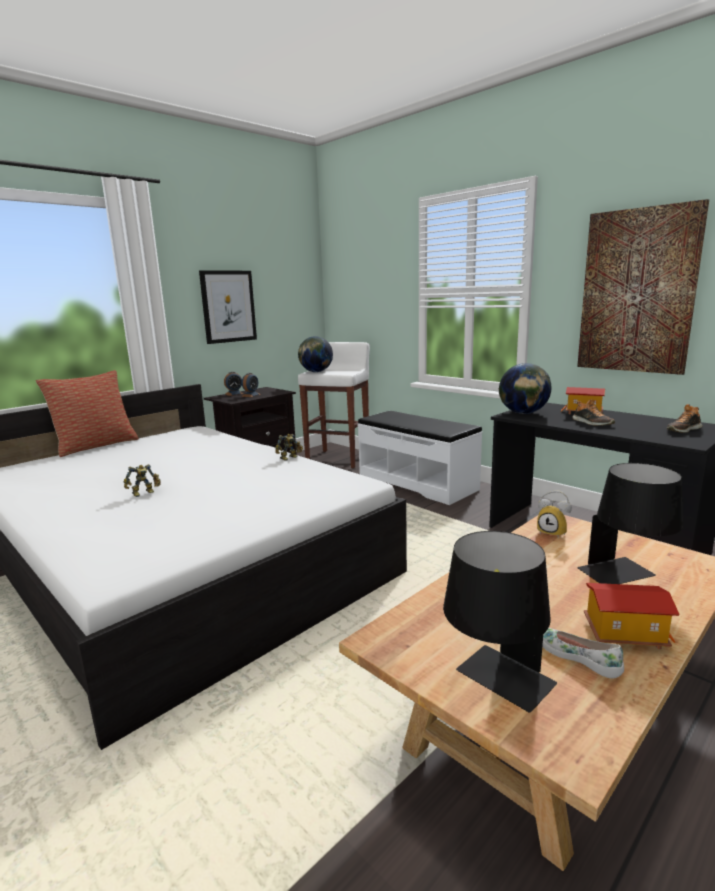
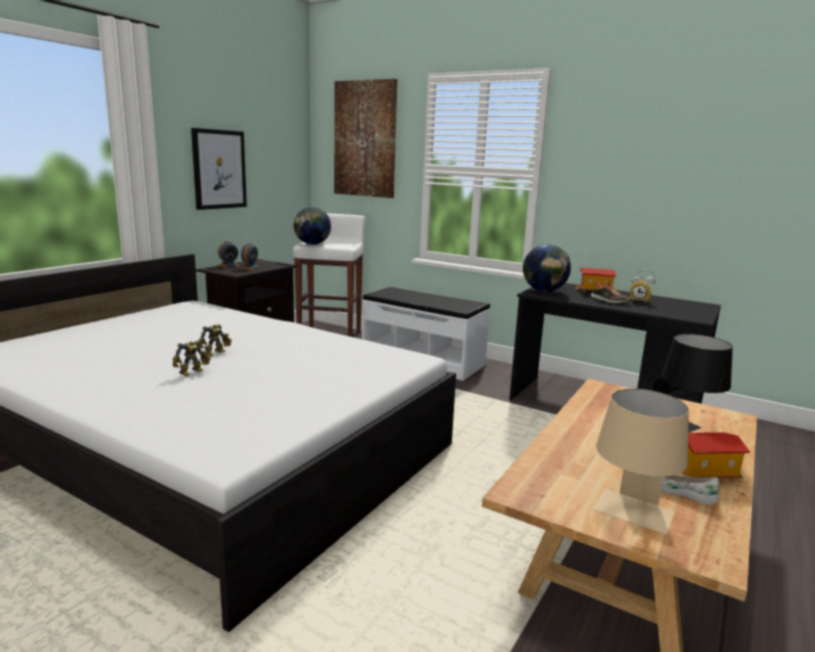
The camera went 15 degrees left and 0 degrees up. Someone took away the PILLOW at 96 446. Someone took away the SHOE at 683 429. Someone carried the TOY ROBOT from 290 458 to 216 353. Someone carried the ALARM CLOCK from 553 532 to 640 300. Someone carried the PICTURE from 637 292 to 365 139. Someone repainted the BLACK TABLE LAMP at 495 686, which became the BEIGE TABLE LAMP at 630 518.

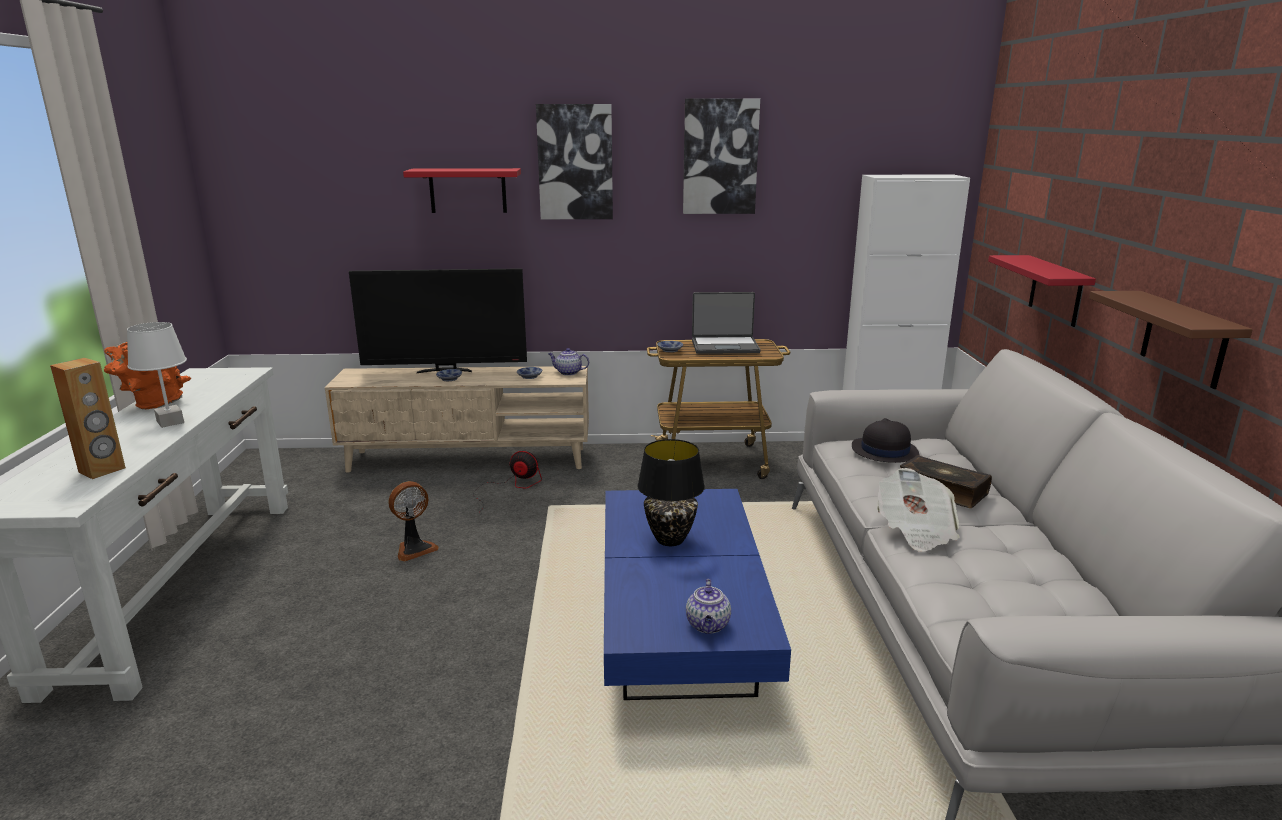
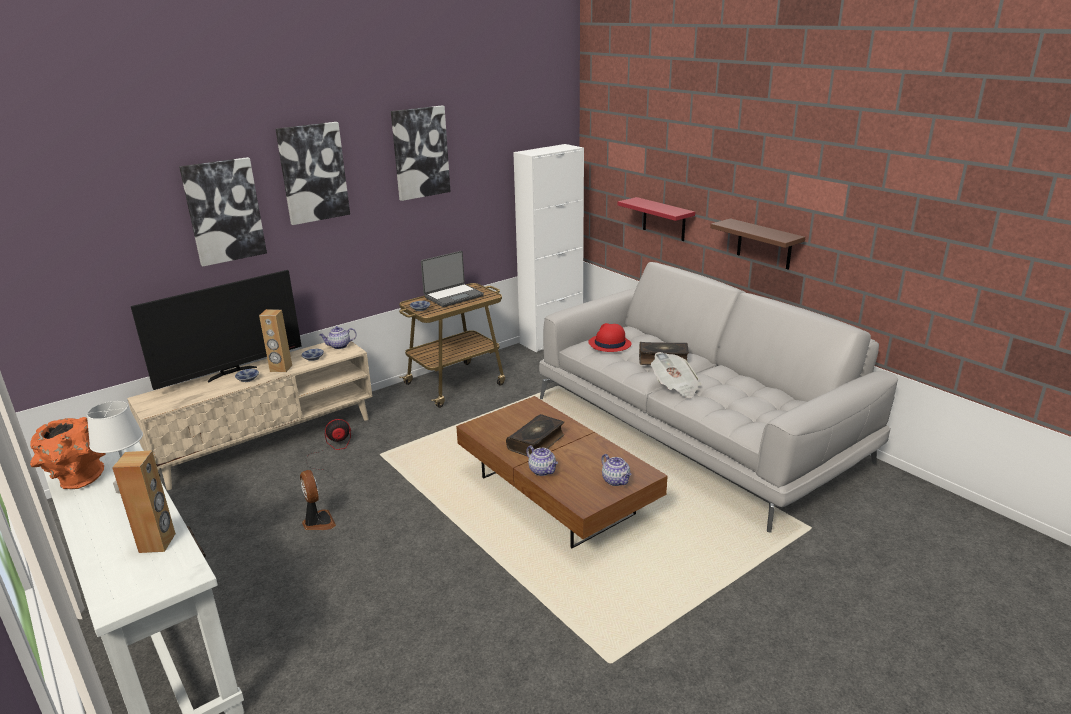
The camera went 35 degrees left and 5 degrees up. Someone put down the BROWN SPEAKER at 281 368. Someone put down the TEAPOT at 543 471. Someone swapped the RED SHELF at 468 190 for the PICTURE at 224 211. Someone swapped the BLACK TABLE LAMP at 670 540 for the BOOK at 537 442. Someone repainted the BLUE COFFEE TABLE at 682 627, which became the BROWN COFFEE TABLE at 557 495. Someone repainted the BLACK HAT at 884 451, which became the RED HAT at 609 344. Someone rotated the FAN at 414 549 by 45 degrees counterclockwise.

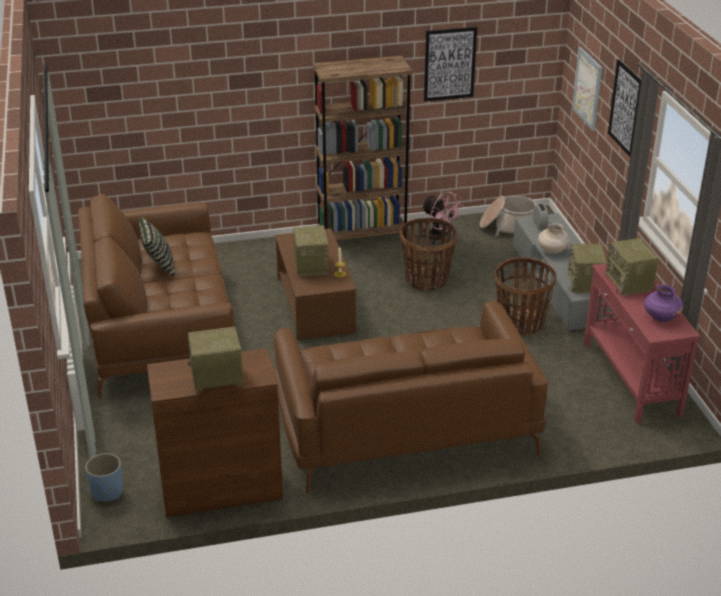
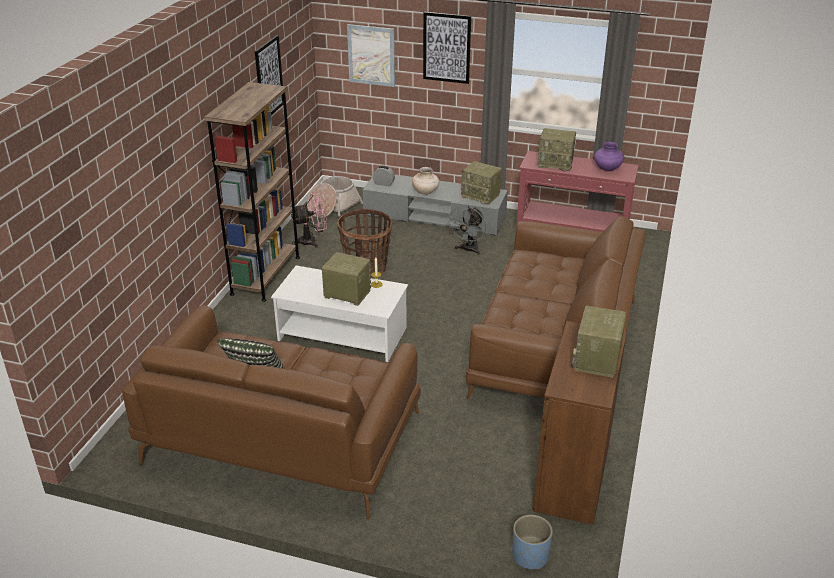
The camera went 60 degrees left and 0 degrees up. Someone swapped the BASKET at 521 323 for the GREY FAN at 467 250. Someone repainted the BROWN COFFEE TABLE at 315 304, which became the WHITE COFFEE TABLE at 341 334.

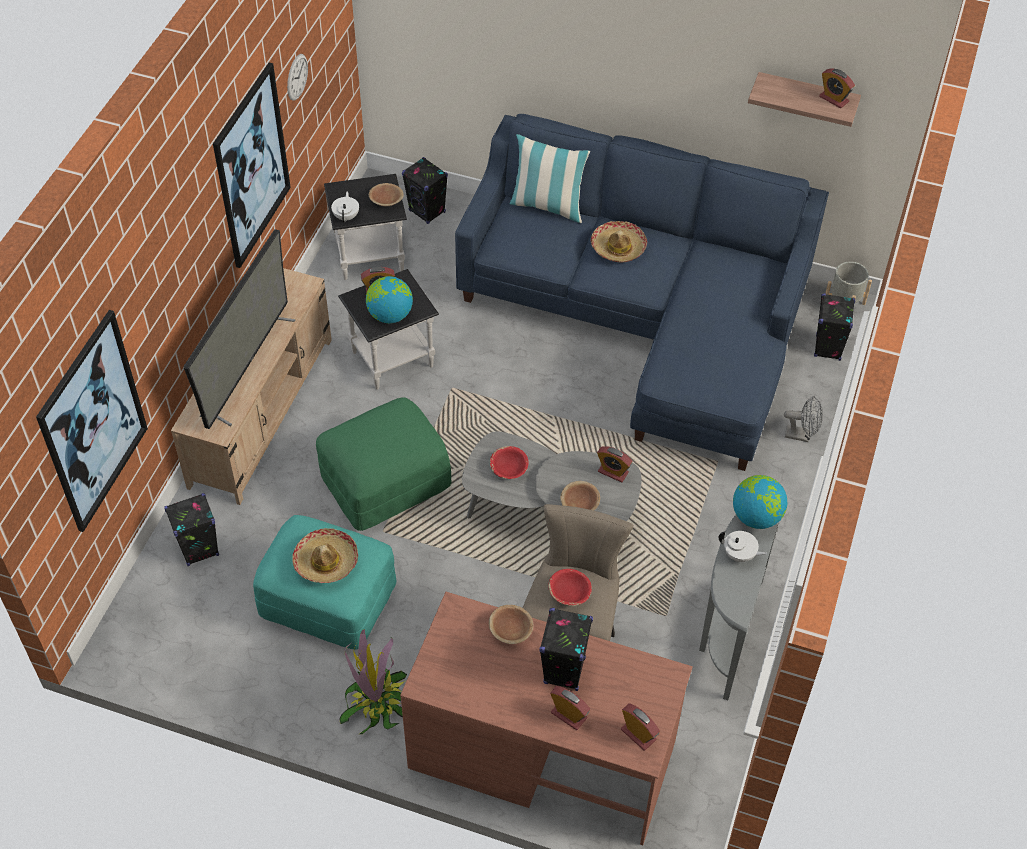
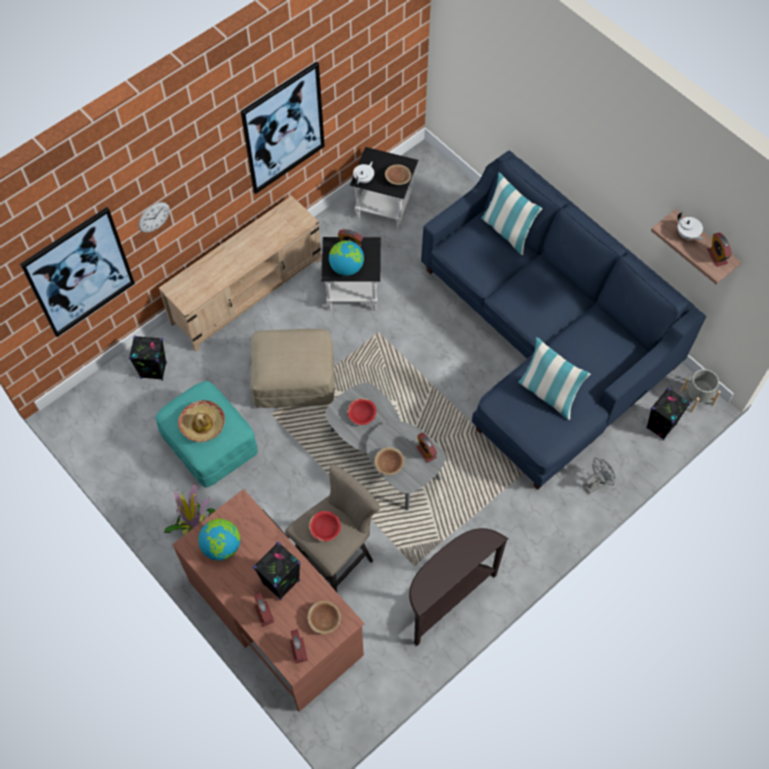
The camera went 30 degrees right and 10 degrees up. Someone took away the TELEVISION at 247 367. Someone took away the BLACK SPEAKER at 427 212. Someone took away the HAT at 618 247. Someone put down the PILLOW at 548 394. Someone carried the WALL CLOCK from 297 77 to 154 217. Someone carried the BROWN BOWL from 511 630 to 324 620. Someone carried the WHITE TEAPOT from 739 555 to 687 235. Someone carried the GLOBE from 756 517 to 222 546. Someone repainted the GREEN OTTOMAN at 385 481, which became the BEIGE OTTOMAN at 294 379. Someone repainted the GREY CONSOLE TABLE at 727 633, which became the BROWN CONSOLE TABLE at 447 599. Someone rotated the GREY FAN at 801 435 by 75 degrees counterclockwise.

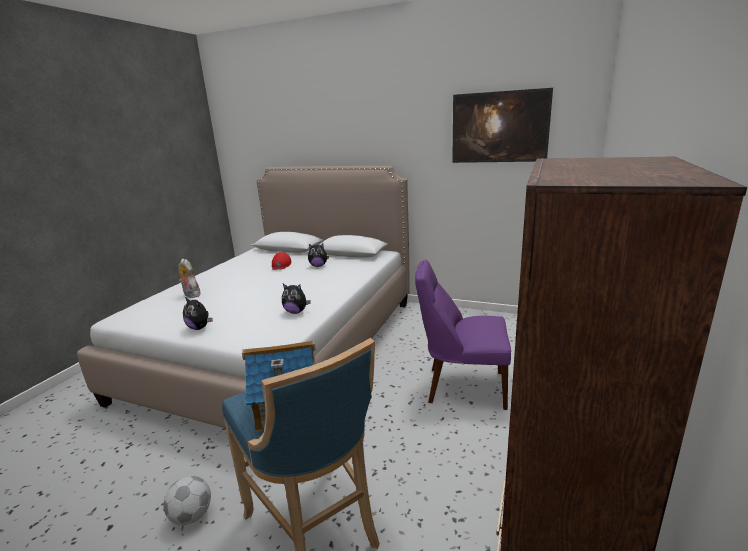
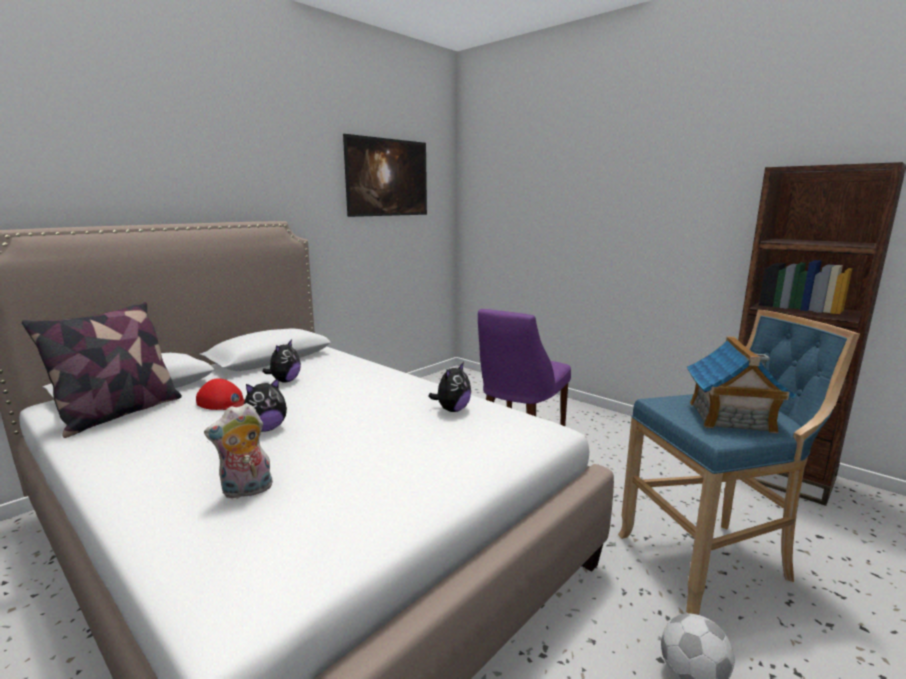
The camera went 70 degrees left and 5 degrees down. Someone put down the PILLOW at 120 413. Someone carried the PLUSH TOY from 200 328 to 266 428.

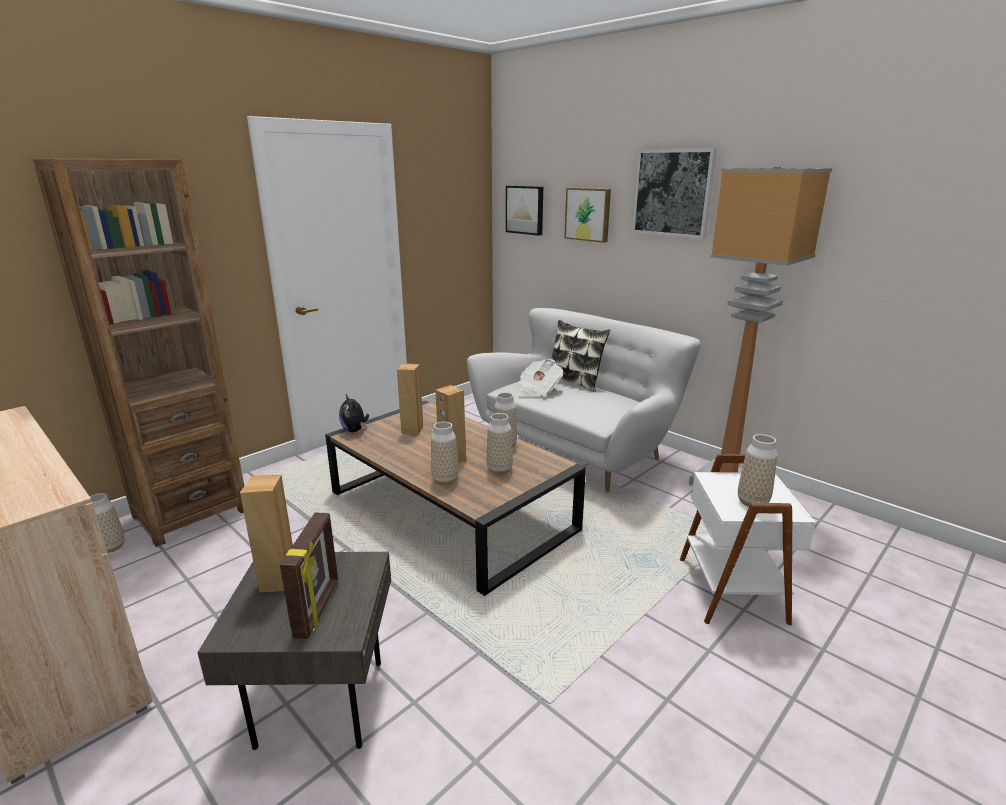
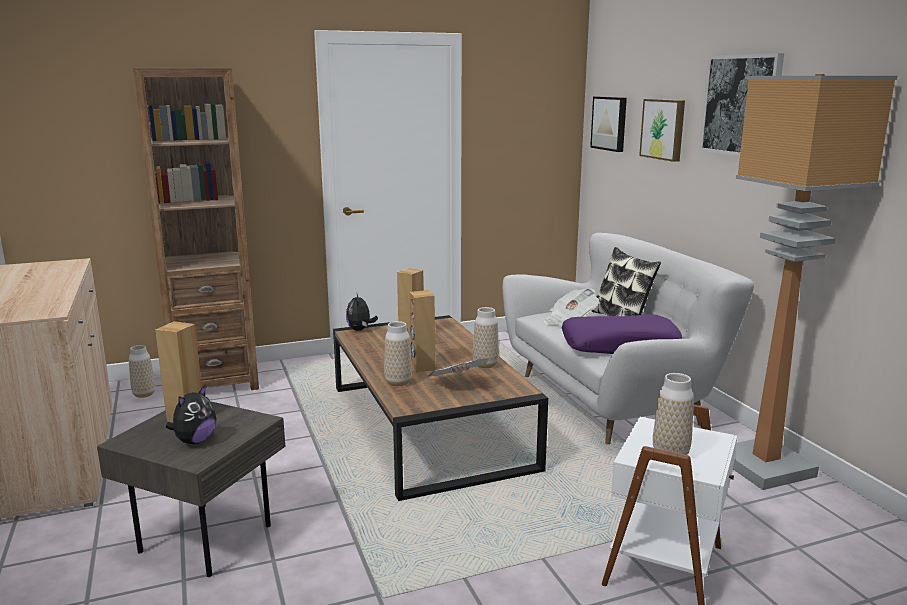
The camera went 25 degrees right and 5 degrees down. Someone put down the PURPLE PILLOW at 619 345. Someone swapped the PICTURE FRAME at 318 608 for the PLUSH TOY at 195 441. Someone swapped the VASE at 499 470 for the NEWSPAPER at 457 384.

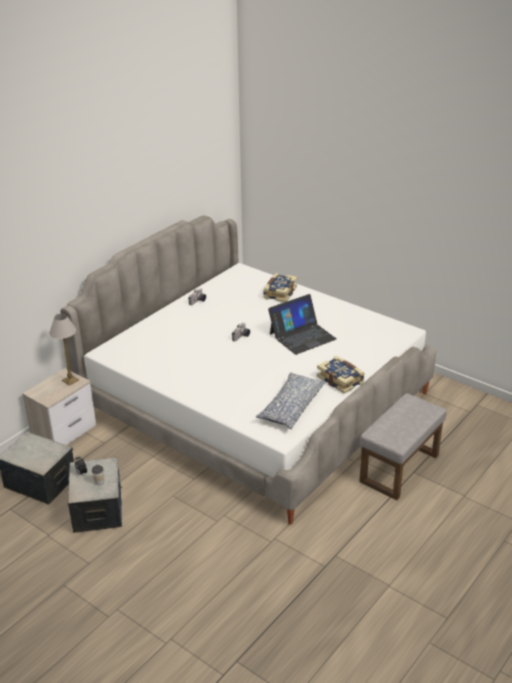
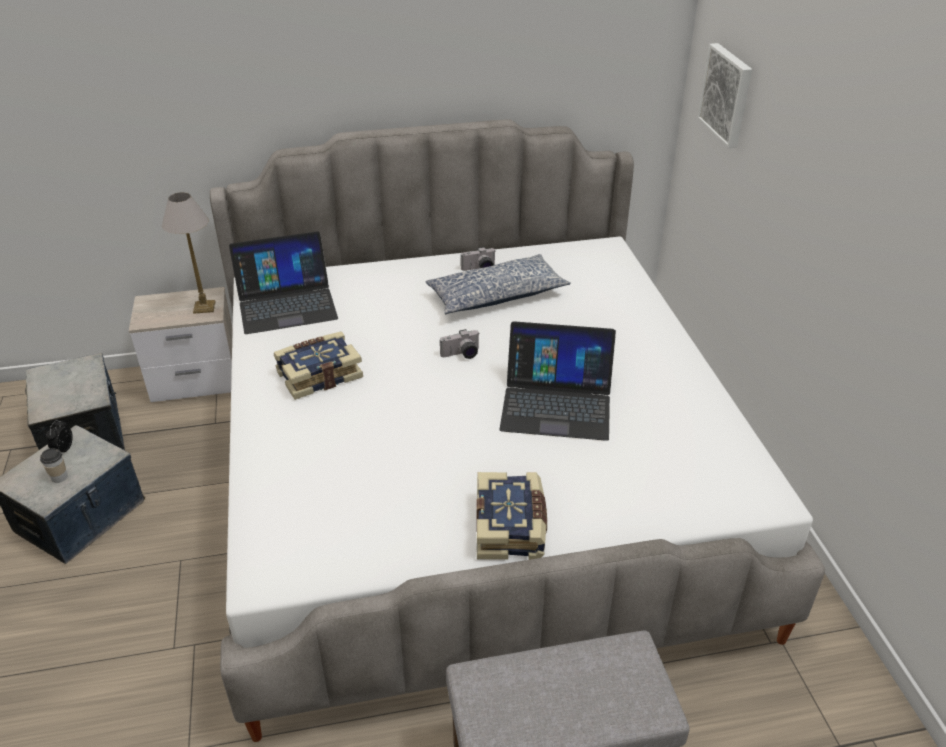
The camera went 40 degrees right and 5 degrees up. Someone put down the LAPTOP at 286 303. Someone put up the PICTURE at 727 95. Someone carried the PILLOW from 291 407 to 496 295. Someone carried the BOOK from 279 293 to 319 374.

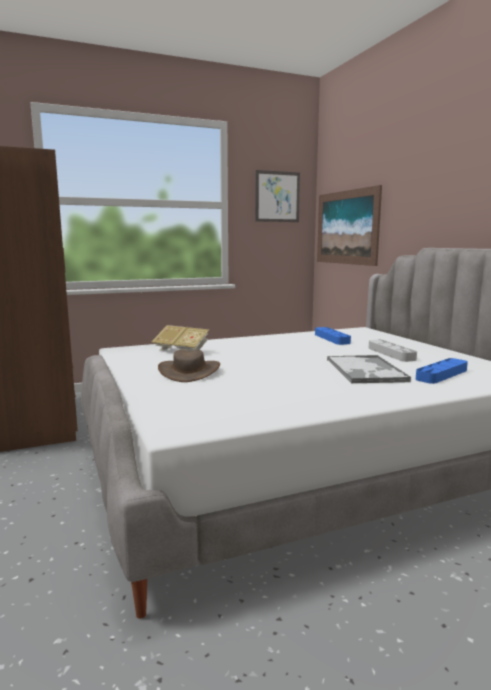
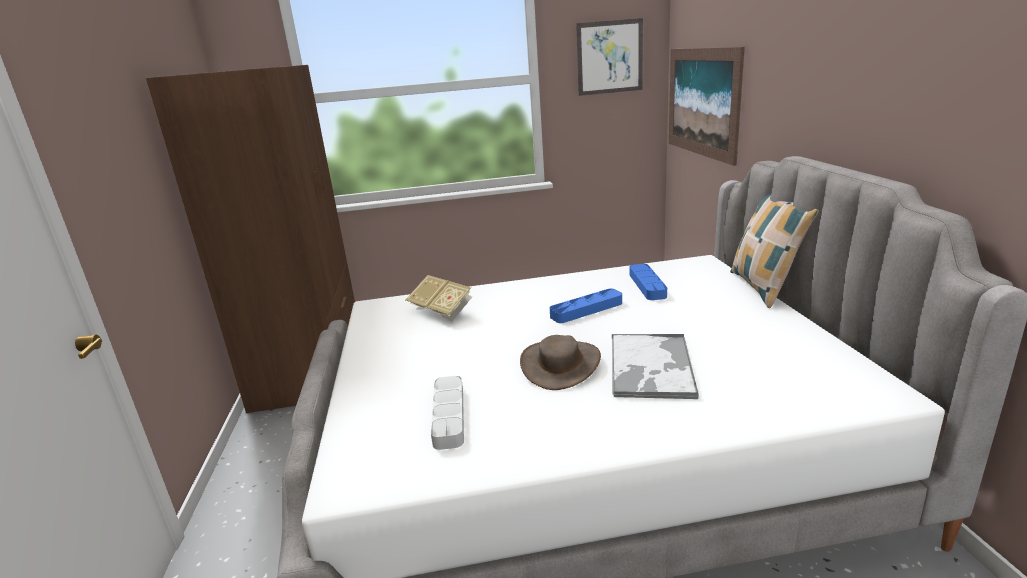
The camera went 15 degrees right and 10 degrees up. Someone put down the PILLOW at 764 288. Someone carried the BROWN HAT from 189 371 to 561 364. Someone carried the GREY TRAY from 391 353 to 449 415. Someone carried the BLUE TRAY from 441 374 to 586 310.

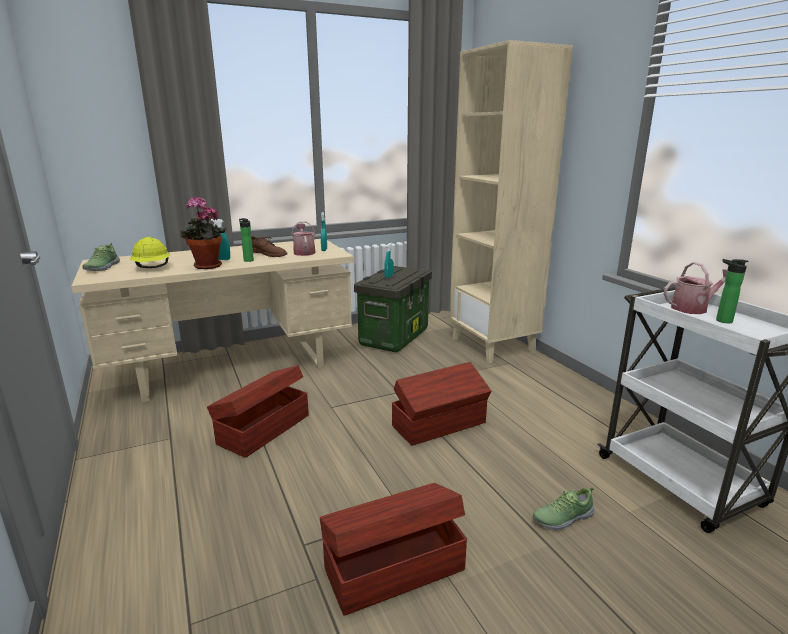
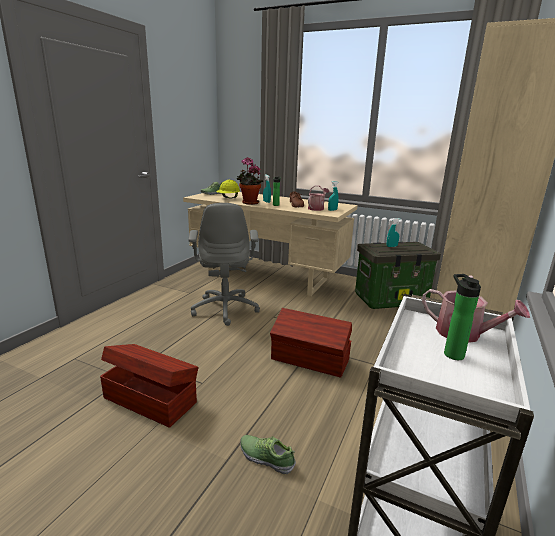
The camera went 50 degrees right and 0 degrees up. Someone swapped the BROWN STORAGE BOX at 262 429 for the GREY OFFICE CHAIR at 225 309.

